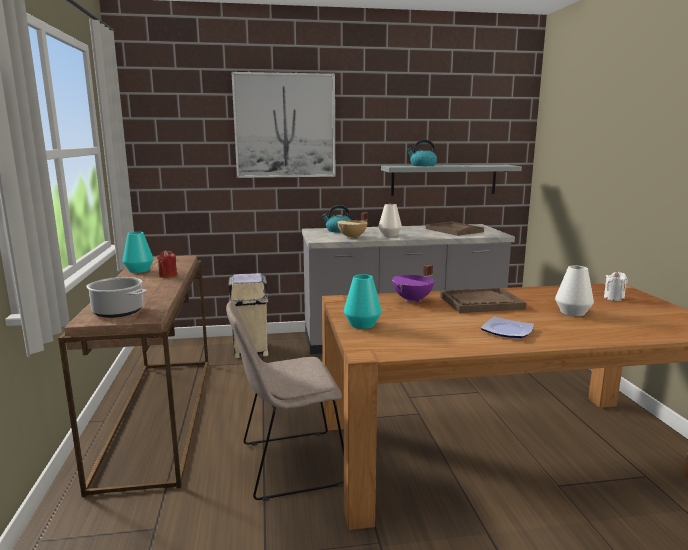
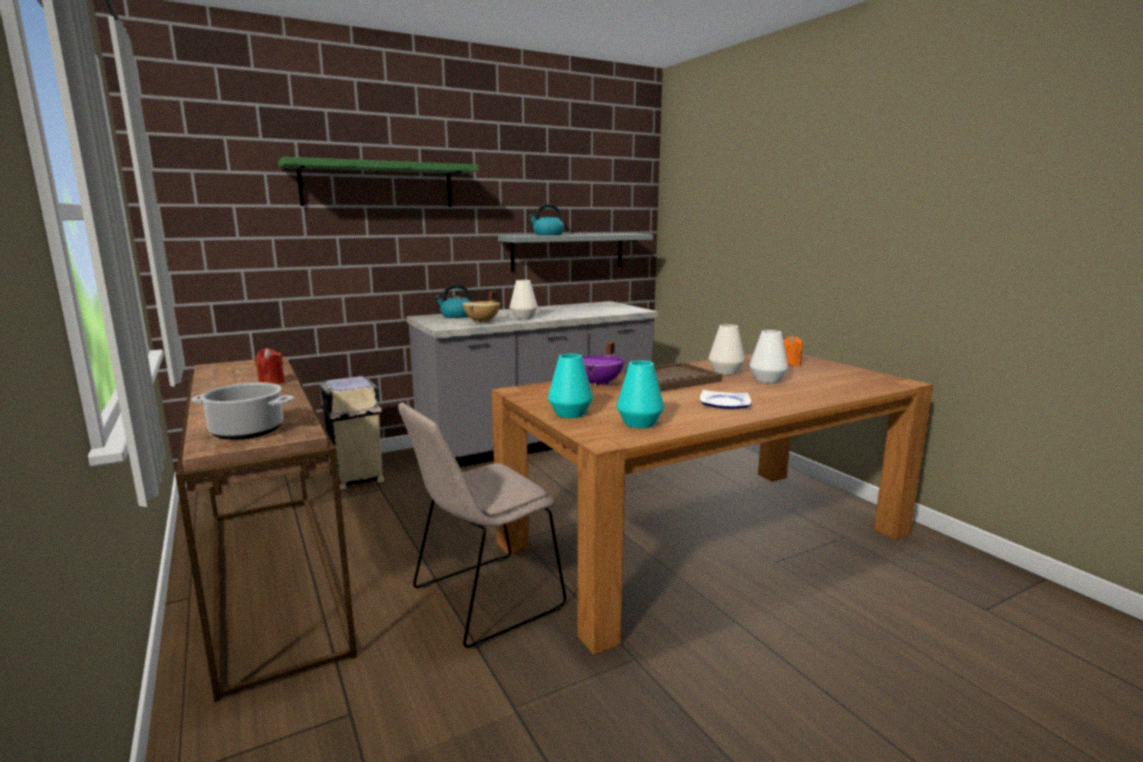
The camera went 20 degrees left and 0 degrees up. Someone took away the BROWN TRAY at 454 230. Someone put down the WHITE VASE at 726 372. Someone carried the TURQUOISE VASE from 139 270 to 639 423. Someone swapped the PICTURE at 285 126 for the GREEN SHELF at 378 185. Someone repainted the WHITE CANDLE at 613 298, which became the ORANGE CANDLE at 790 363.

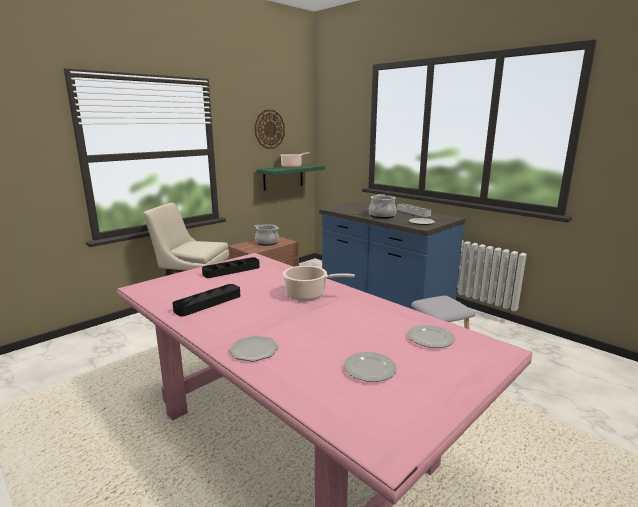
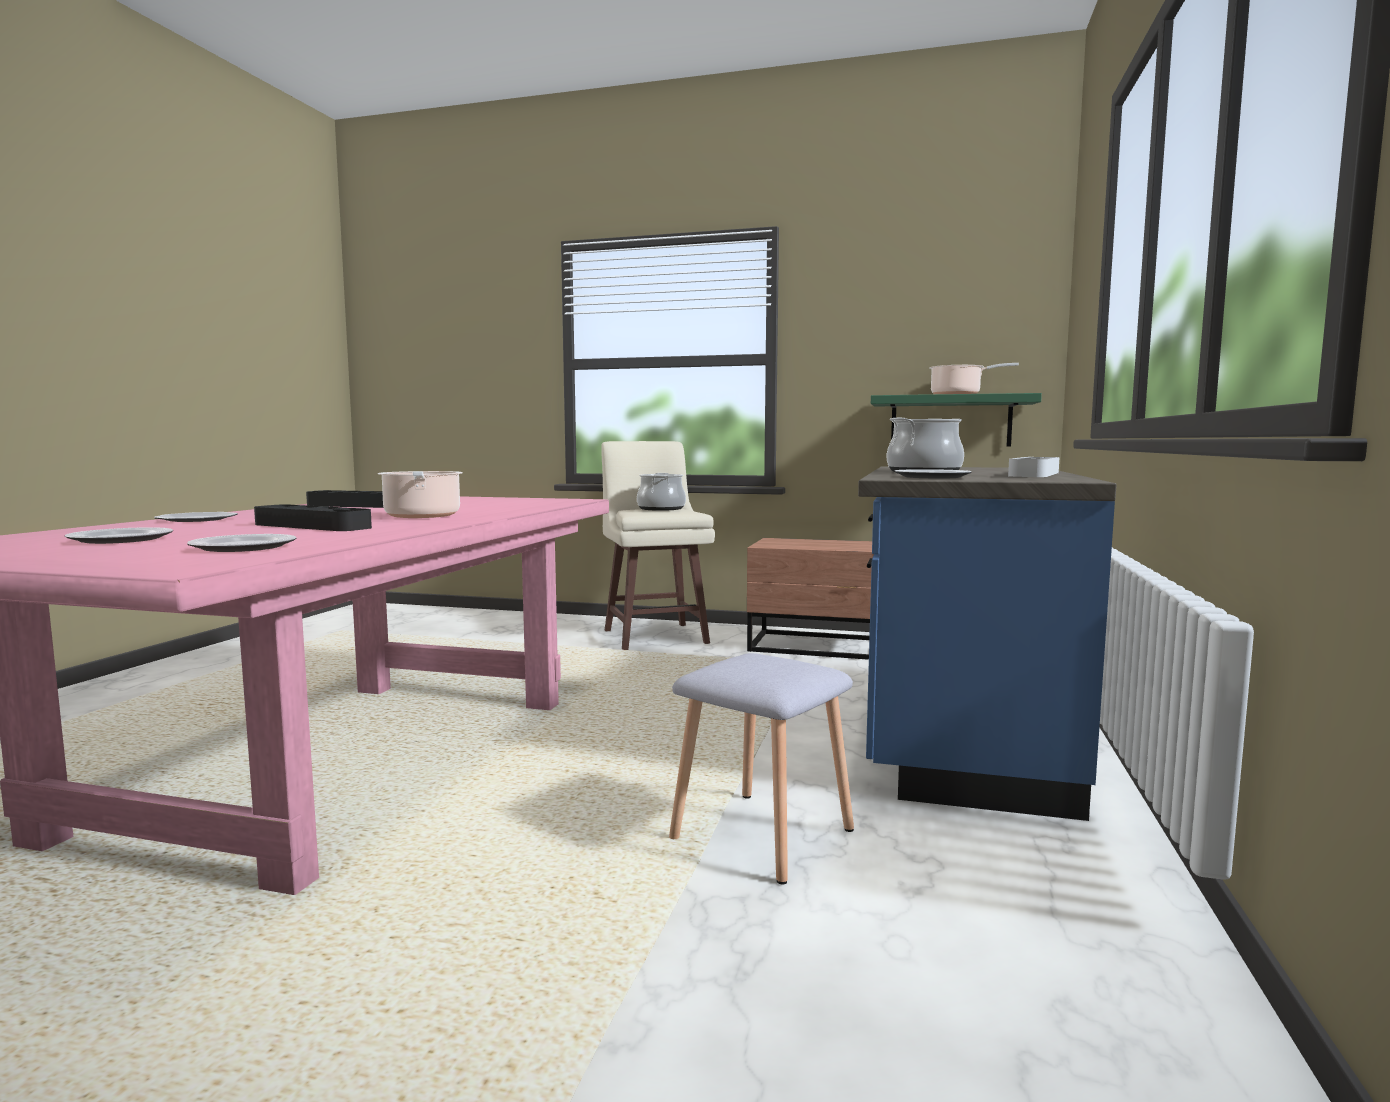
The camera went 60 degrees right and 10 degrees down. Someone took away the WALL CLOCK at 269 129. Someone carried the BLACK TRAY from 231 270 to 312 526. Someone carried the COOKING POT from 267 243 to 661 508.

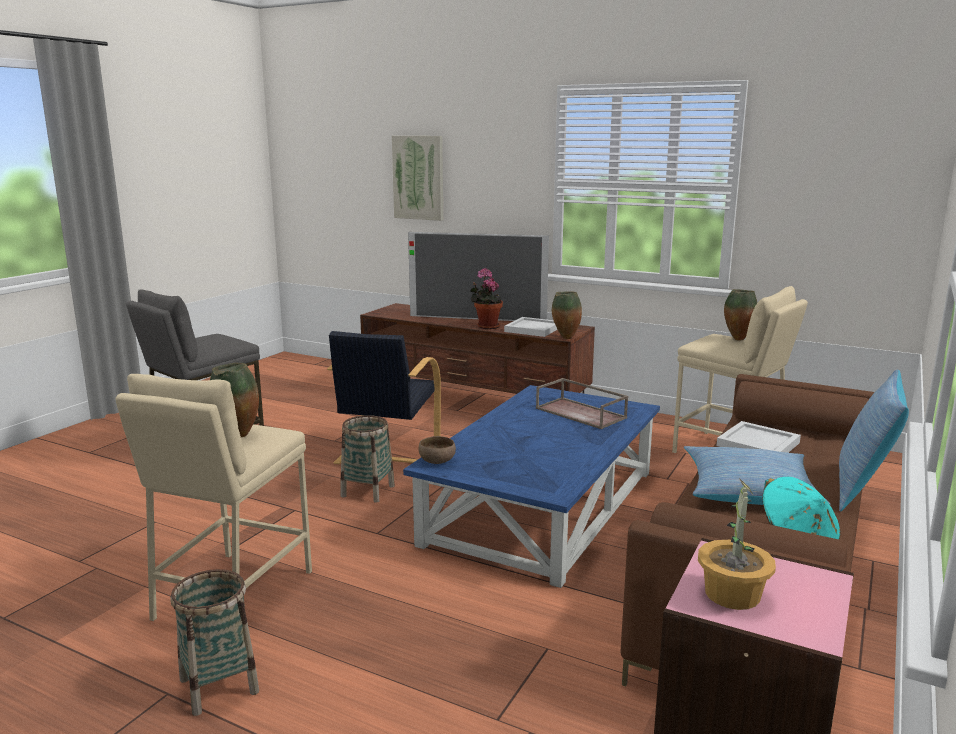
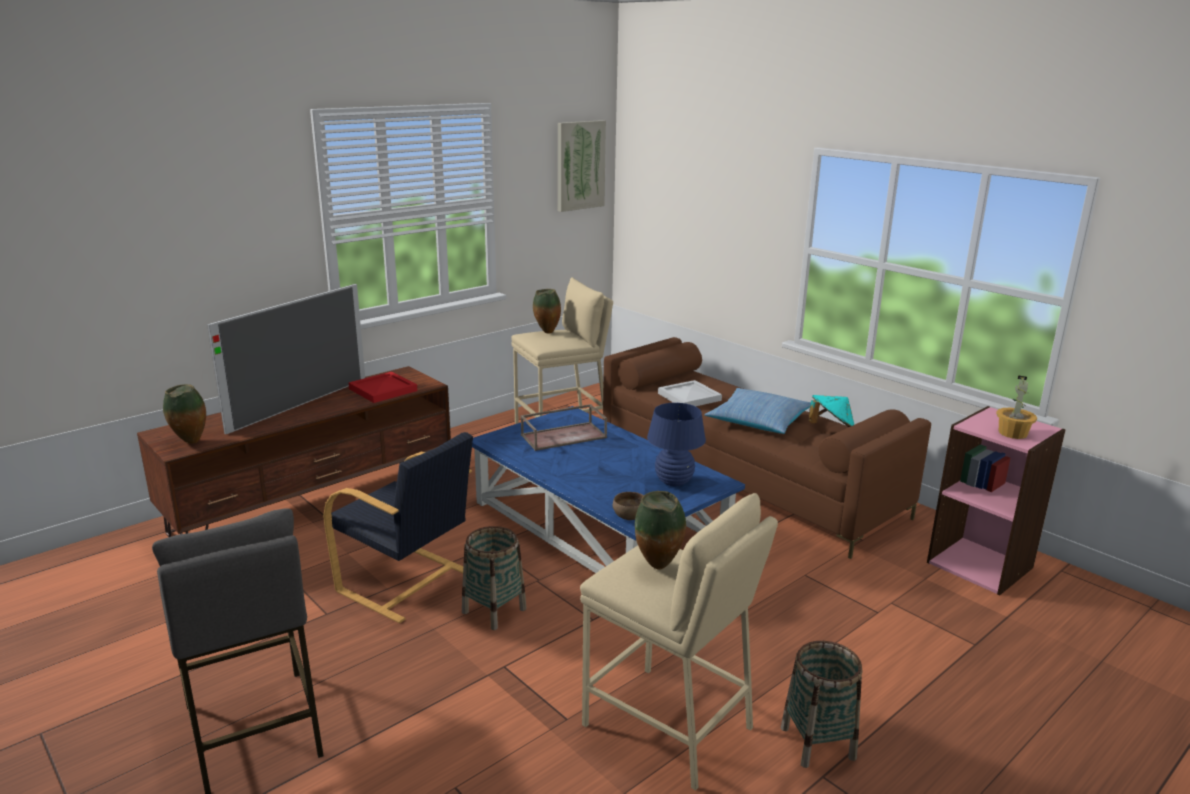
The camera went 70 degrees left and 5 degrees up. Someone took away the POTTED PLANT at 486 326. Someone took away the PILLOW at 863 490. Someone put down the BLUE TABLE LAMP at 673 481. Someone carried the PICTURE from 418 177 to 580 165. Someone carried the VASE from 565 338 to 190 442. Someone repainted the WHITE TRAY at 533 329, which became the RED TRAY at 384 390.

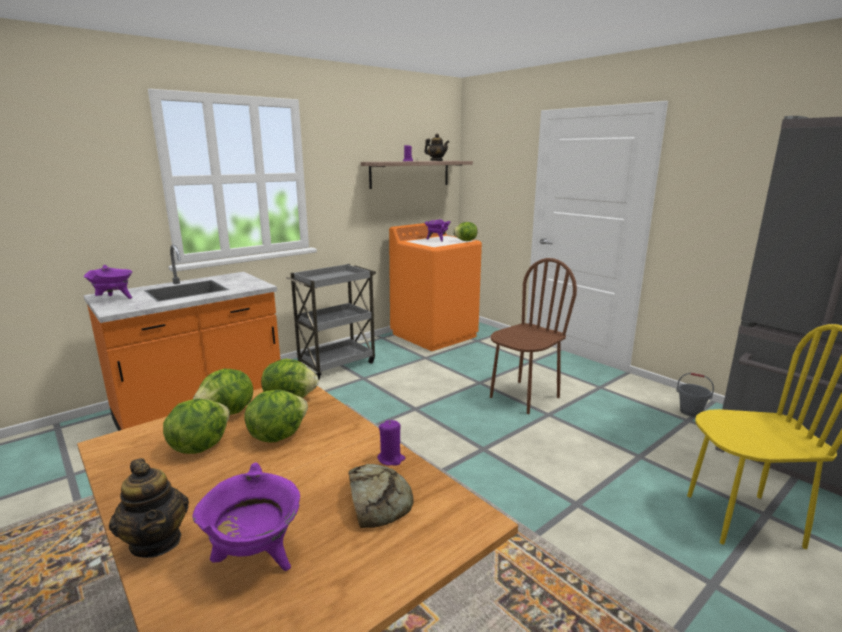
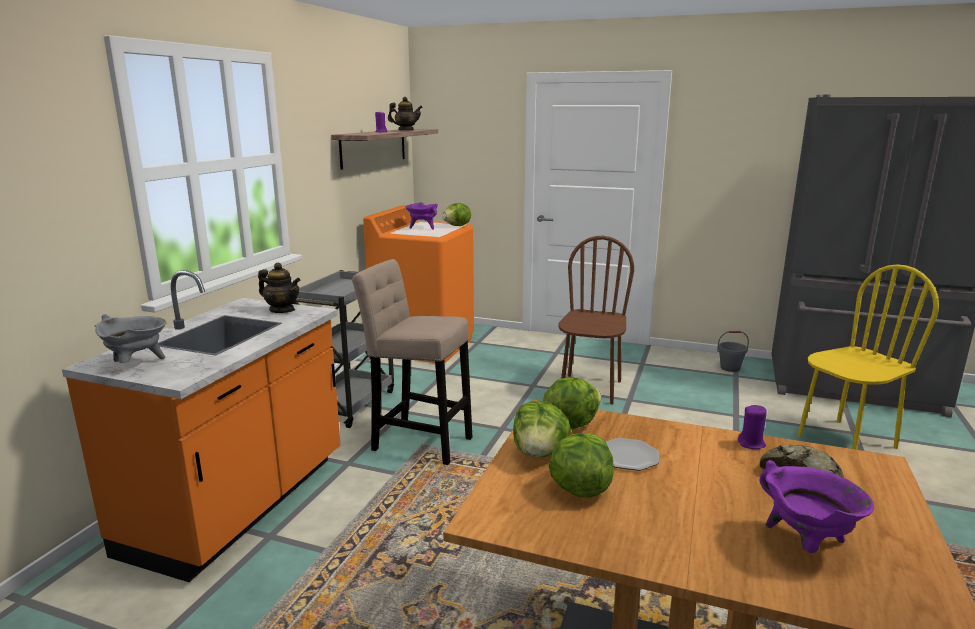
The camera went 30 degrees left and 0 degrees up. Someone put down the BEIGE STOOL at 418 442. Someone carried the TEAPOT from 157 541 to 282 310. Someone swapped the LETTUCE at 277 435 for the PLATE at 627 456. Someone repainted the PURPLE COOKING POT at 114 299, which became the GREY COOKING POT at 136 364.

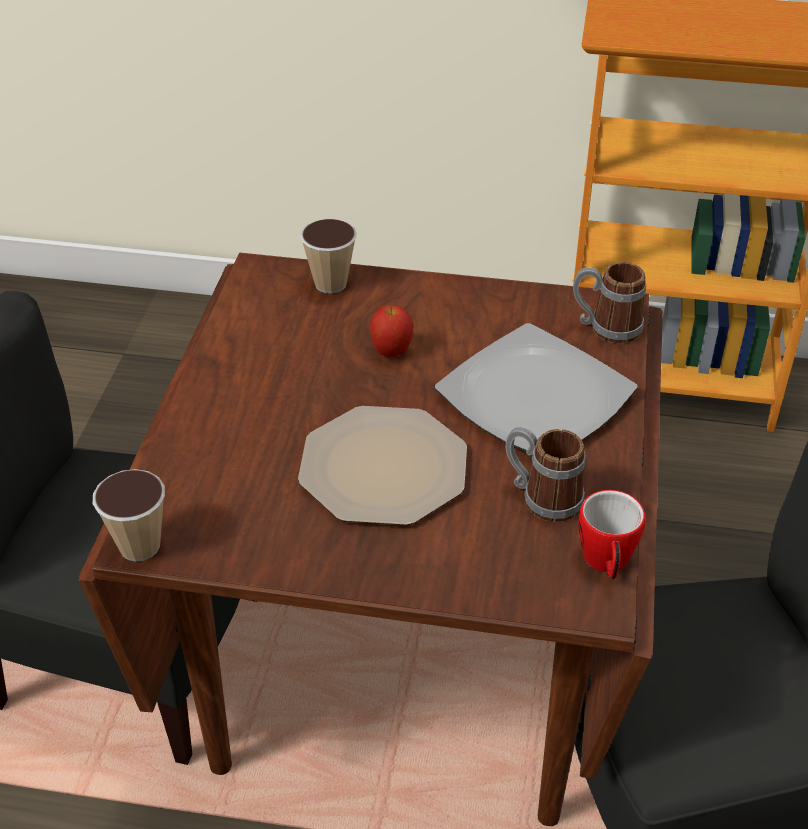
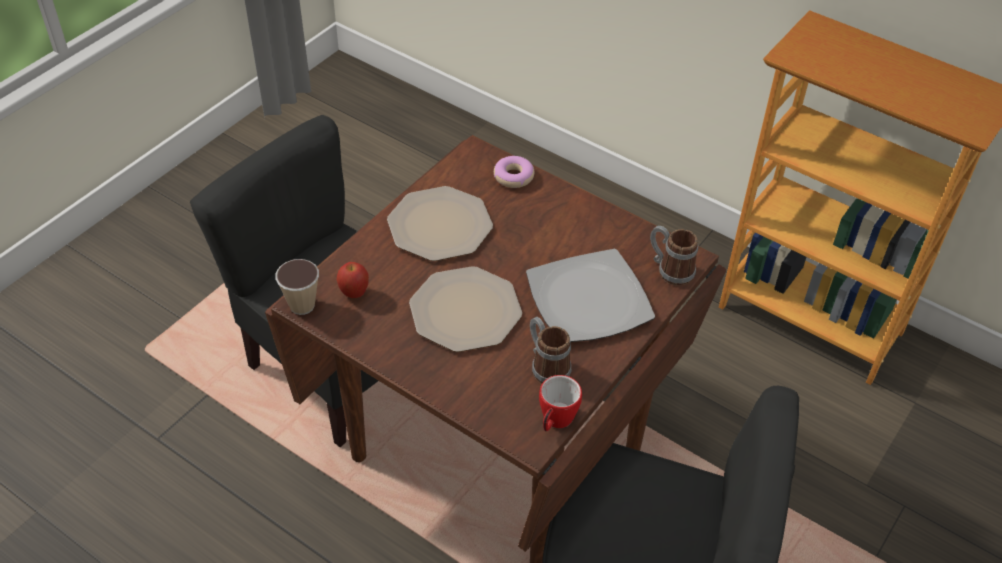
The camera went 25 degrees right and 5 degrees up. Someone put down the PLATE at 439 226. Someone carried the APPLE from 391 353 to 354 293. Someone swapped the CUP at 330 283 for the DONUT at 513 176.

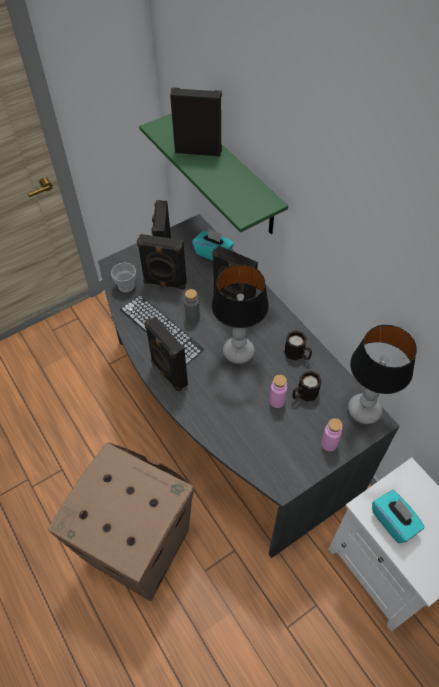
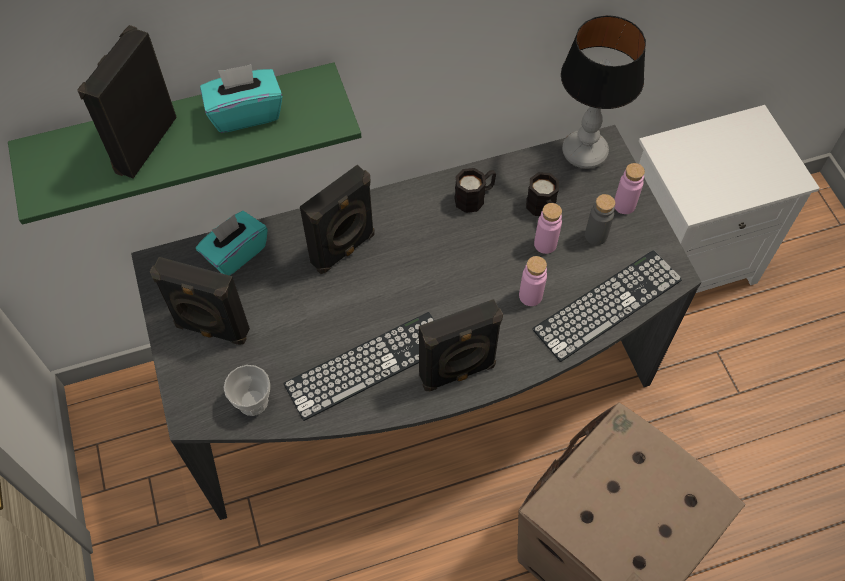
The camera went 75 degrees left and 5 degrees up. Someone took away the BLACK SPEAKER at 165 283. Someone took away the TABLE LAMP at 238 352. Someone put down the PINK BOTTLE at 530 296. Someone put down the KEYBOARD at 608 304. Someone carried the GREY BOTTLE from 192 317 to 595 235. Someone carried the TURQUOISE TISSUE BOX from 393 521 to 245 113.

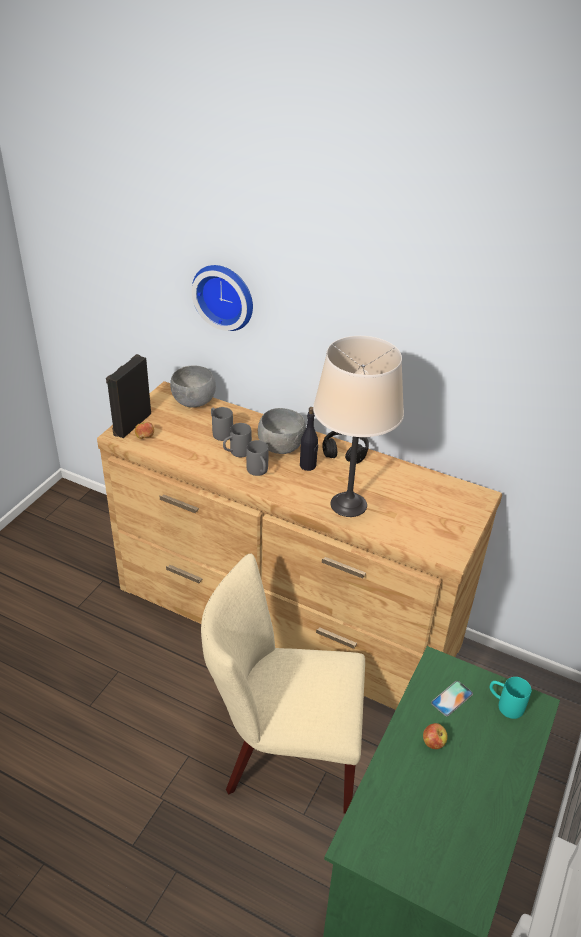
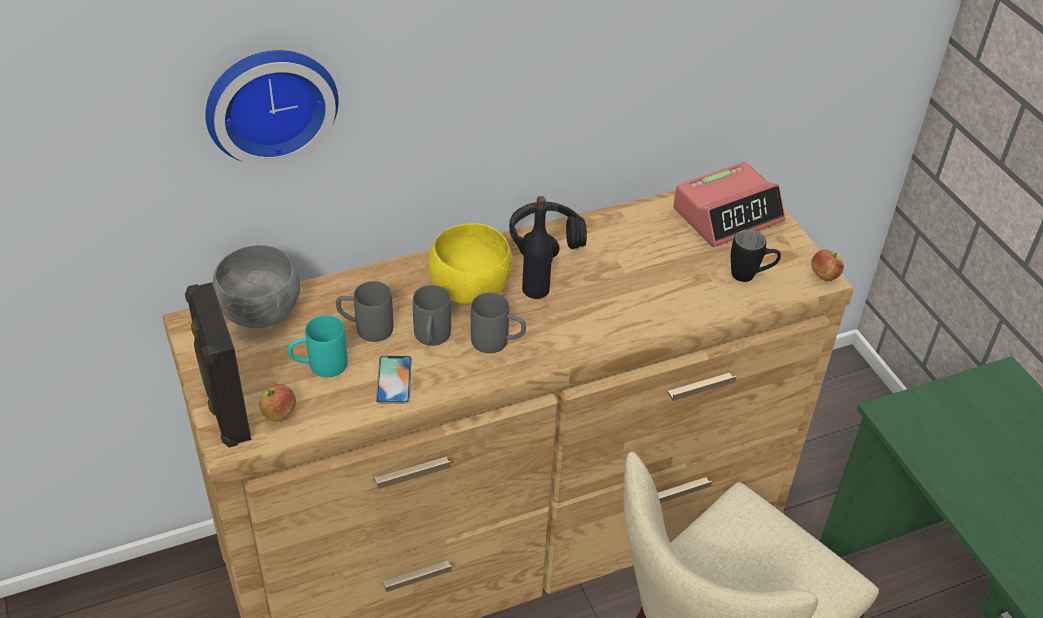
The camera went 50 degrees left and 5 degrees up. Someone took away the BEIGE TABLE LAMP at 348 504. Someone put down the ALARM CLOCK at 728 214. Someone put down the BLACK MUG at 750 276. Someone carried the APPLE from 433 742 to 824 276. Someone carried the PHONE from 451 698 to 394 380. Someone carried the TURQUOISE MUG from 504 705 to 319 366. Someone repainted the GREY BOWL at 282 447, which became the YELLOW BOWL at 470 289.

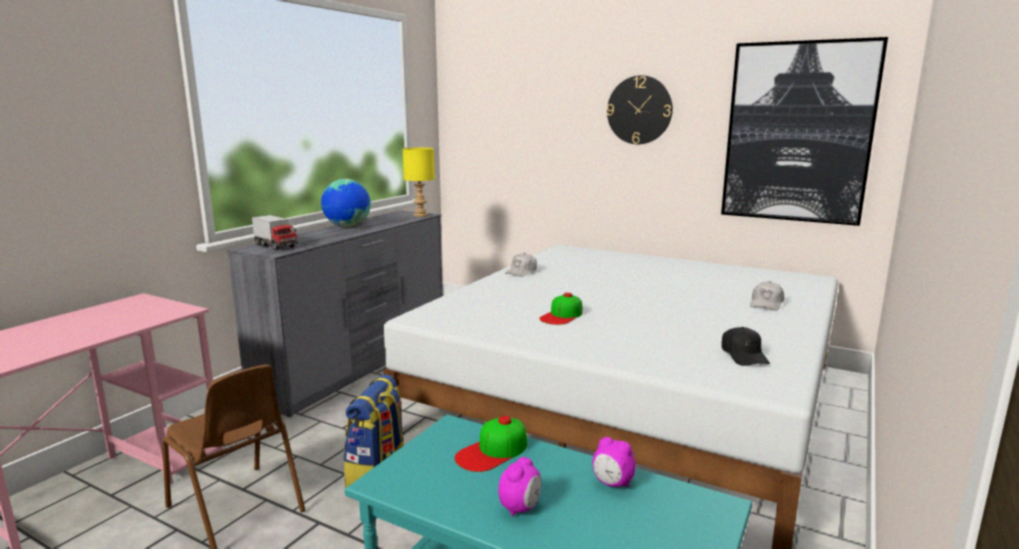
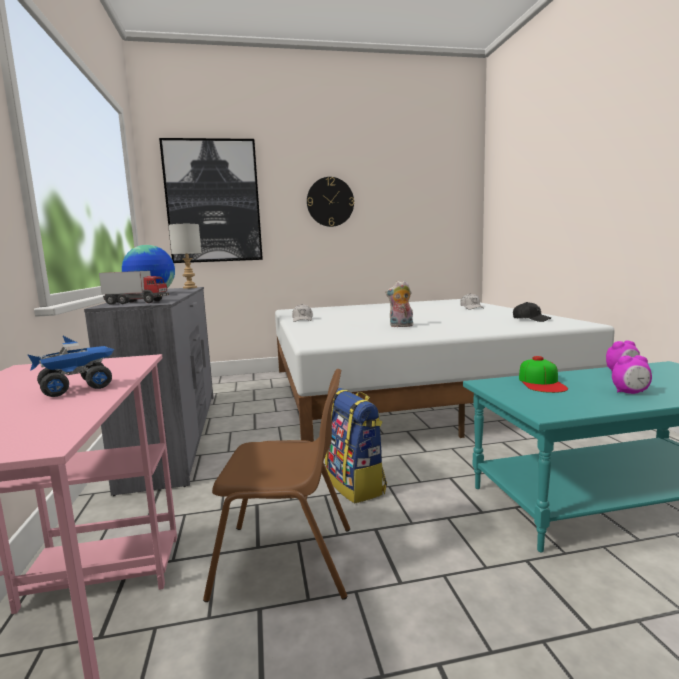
The camera went 40 degrees left and 5 degrees down. Someone put down the TOY TRUCK at 78 388. Someone carried the PICTURE from 798 133 to 213 201. Someone swapped the CAP at 562 316 for the PLUSH TOY at 400 326. Someone repainted the YELLOW TABLE LAMP at 420 215, which became the GREY TABLE LAMP at 189 288. Someone rotated the ALARM CLOCK at 520 508 by 105 degrees clockwise.

